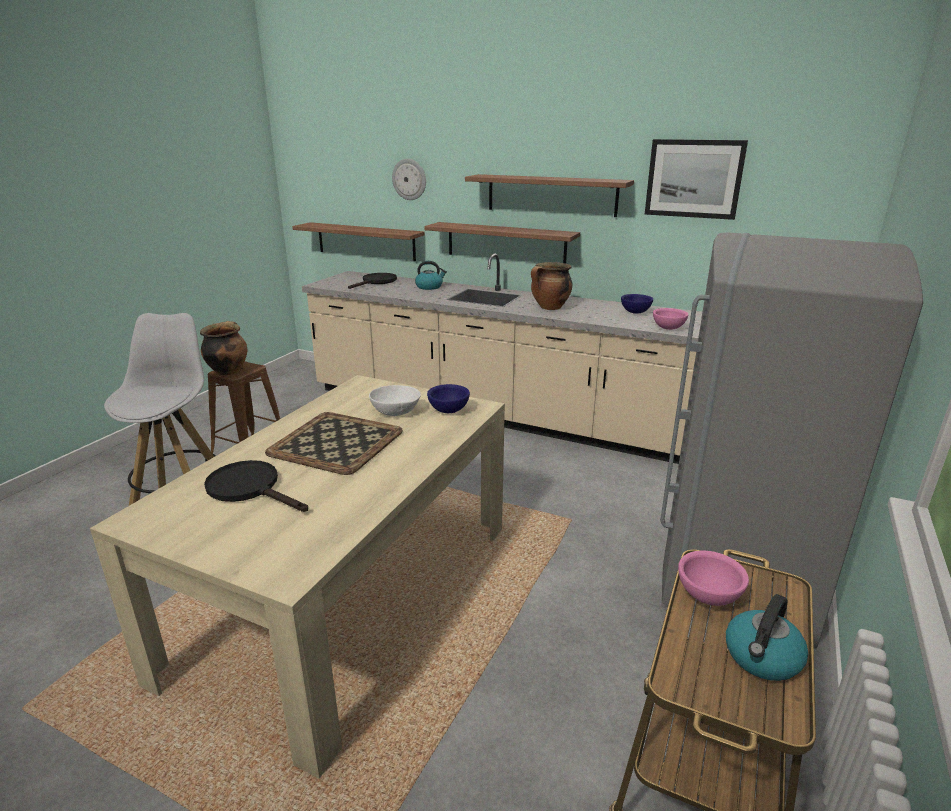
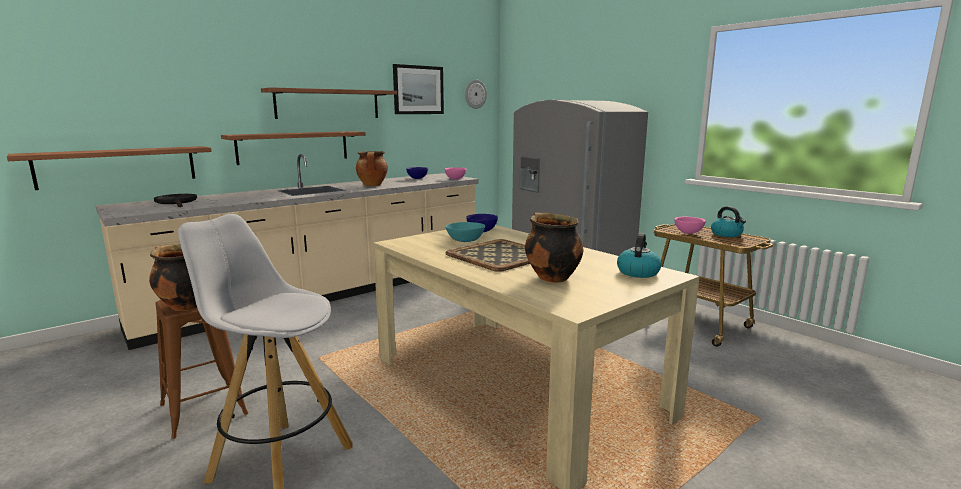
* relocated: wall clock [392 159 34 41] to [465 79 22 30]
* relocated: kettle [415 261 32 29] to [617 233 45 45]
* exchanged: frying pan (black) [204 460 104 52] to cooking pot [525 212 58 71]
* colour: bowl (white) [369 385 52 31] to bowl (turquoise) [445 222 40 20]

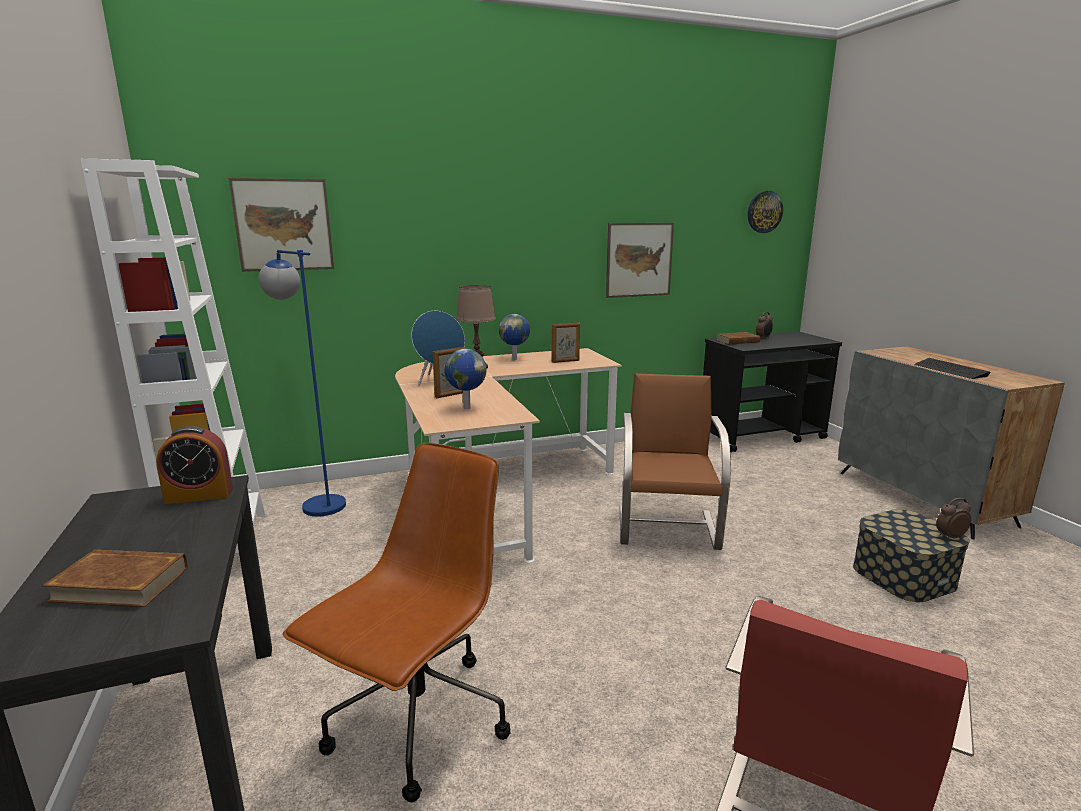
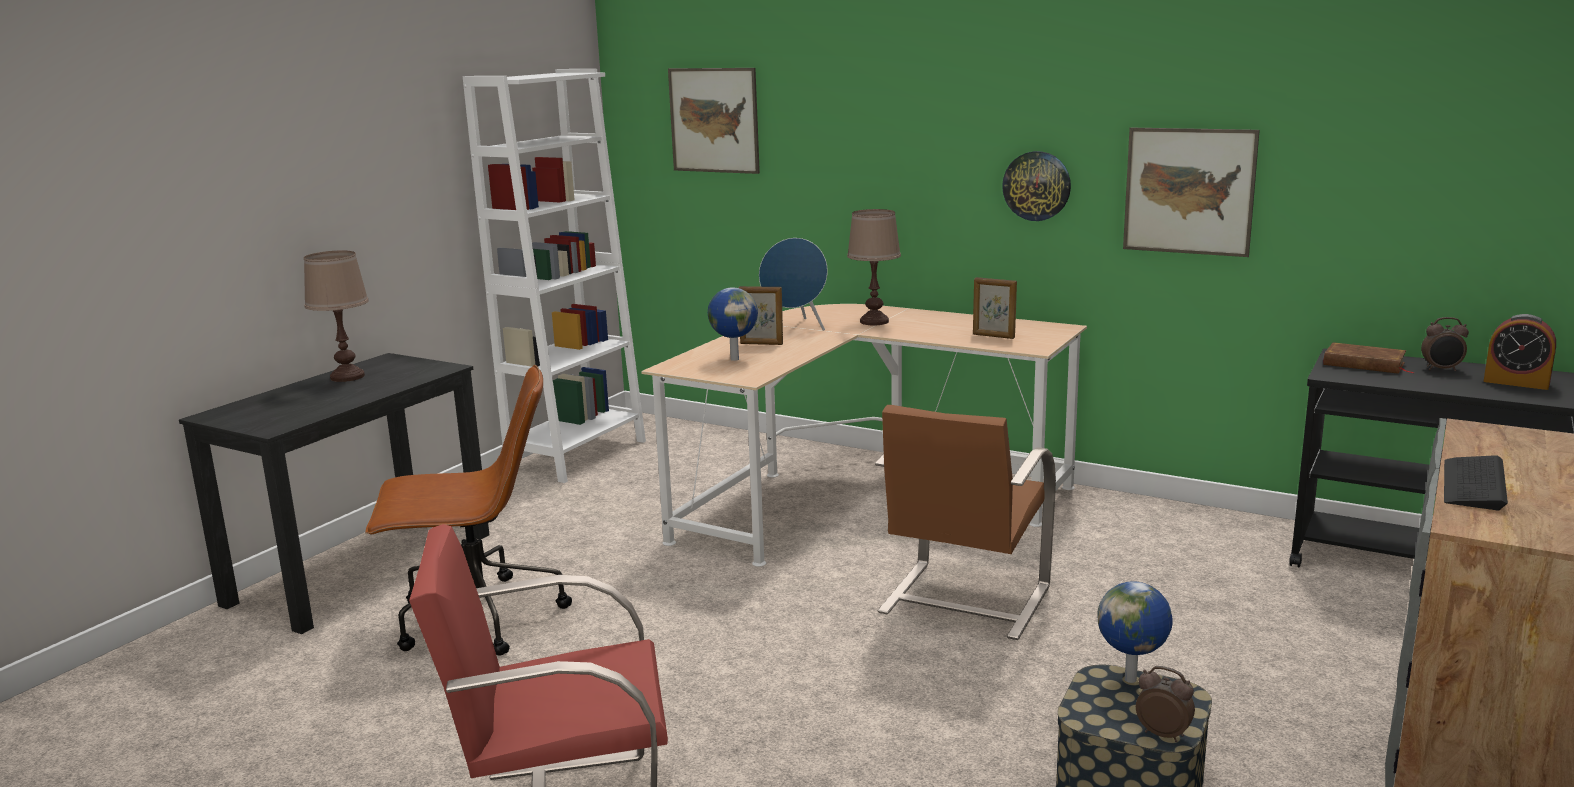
* missing: book (brown) [42 550 146 57]
* missing: floor lamp (blue) [259 250 87 267]
* appeared: table lamp (brown) [304 251 65 131]
* relocated: alarm clock [156 426 77 78] to [1484 314 72 76]
* relocated: globe [499 314 31 46] to [1097 581 76 102]
* relocated: wall clock [748 191 35 42] to [1002 151 69 70]
* spun: chair (brown) [620 373 111 177] = [875 405 181 235] 150 degrees clockwise

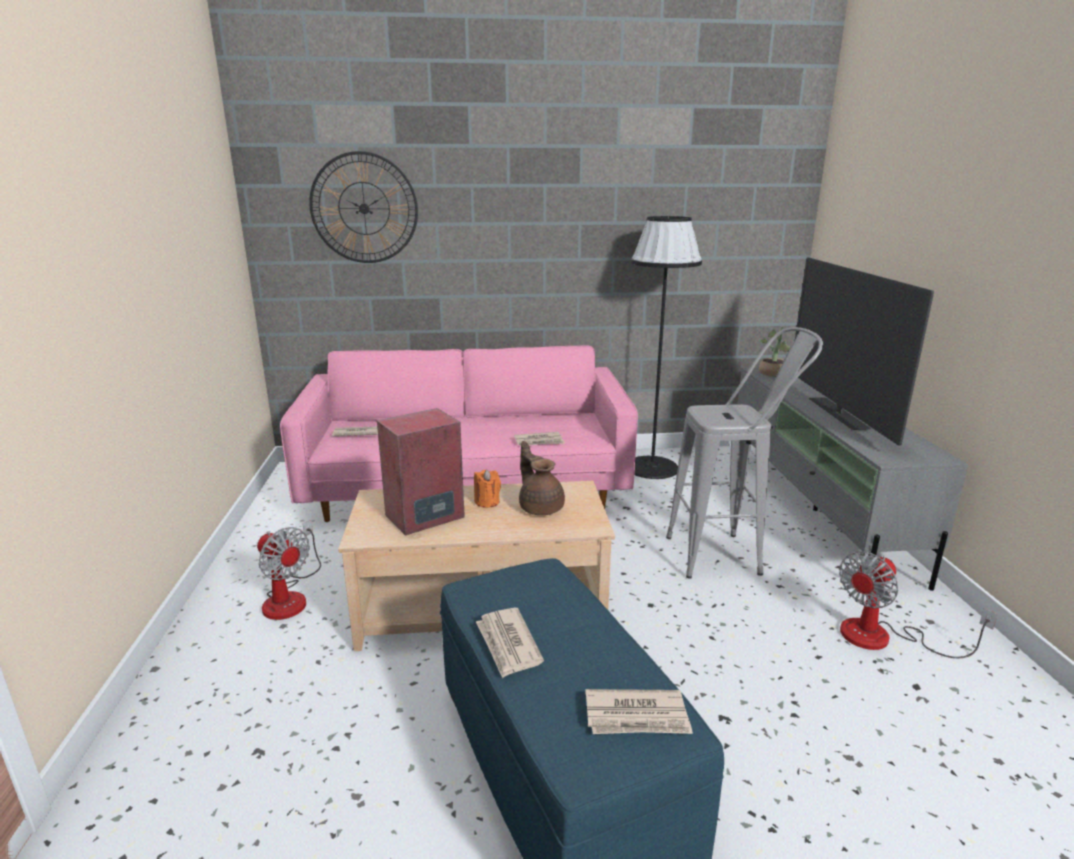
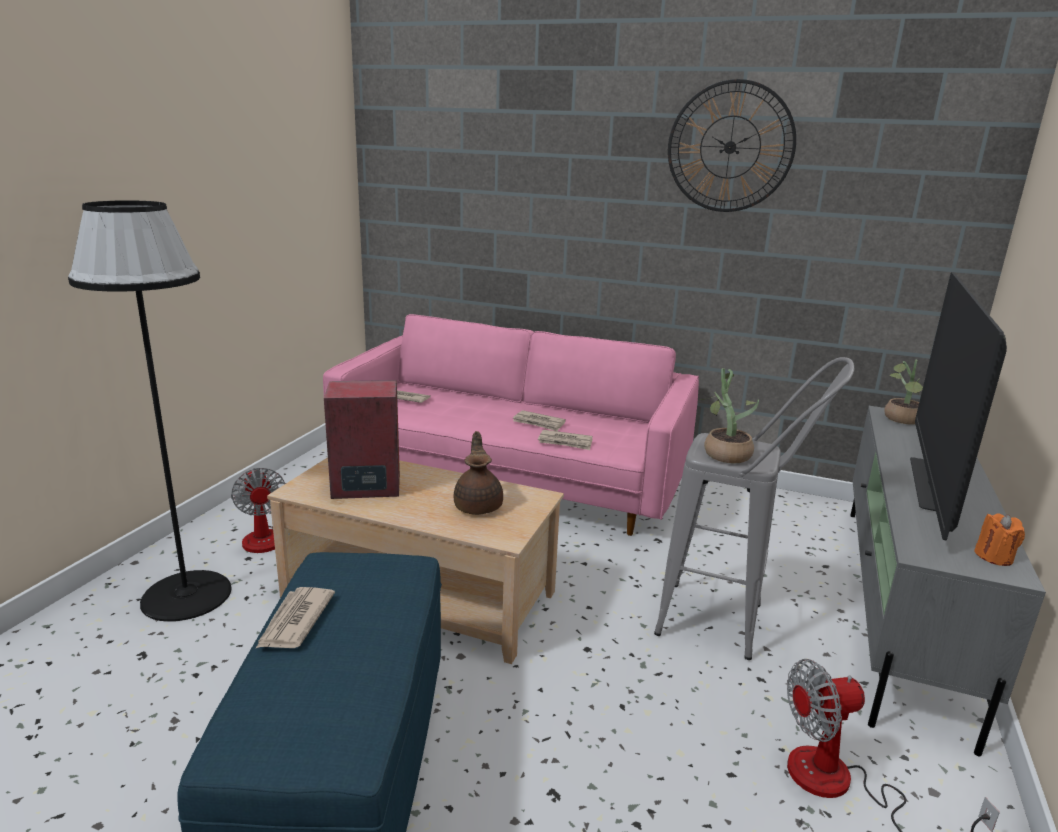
* appeared: potted plant [698 368 61 95]
* relocated: wall clock [309 151 109 112] to [668 79 128 133]
* relocated: candle (orange) [474 470 27 38] to [974 514 51 52]
* relocated: newspaper [585 689 108 45] to [513 410 53 21]
* relocated: floor lamp (black) [631 216 71 263] to [68 200 163 422]

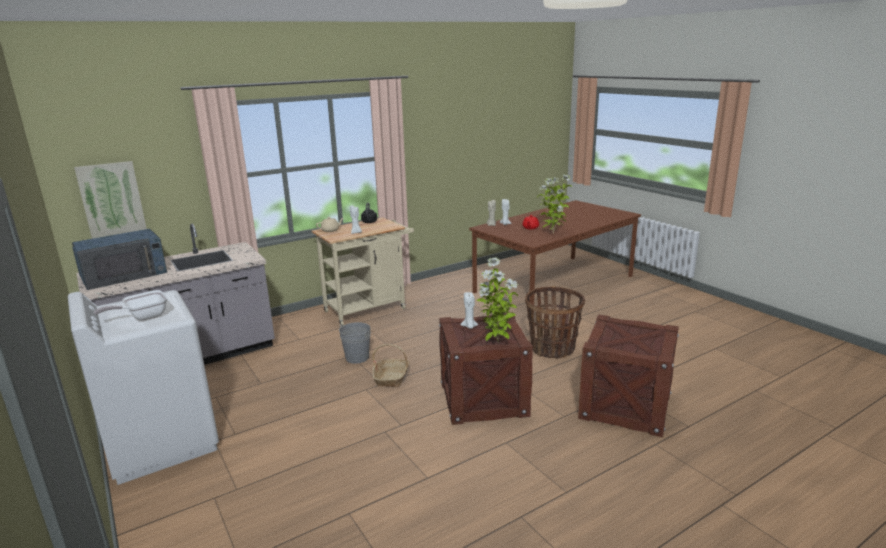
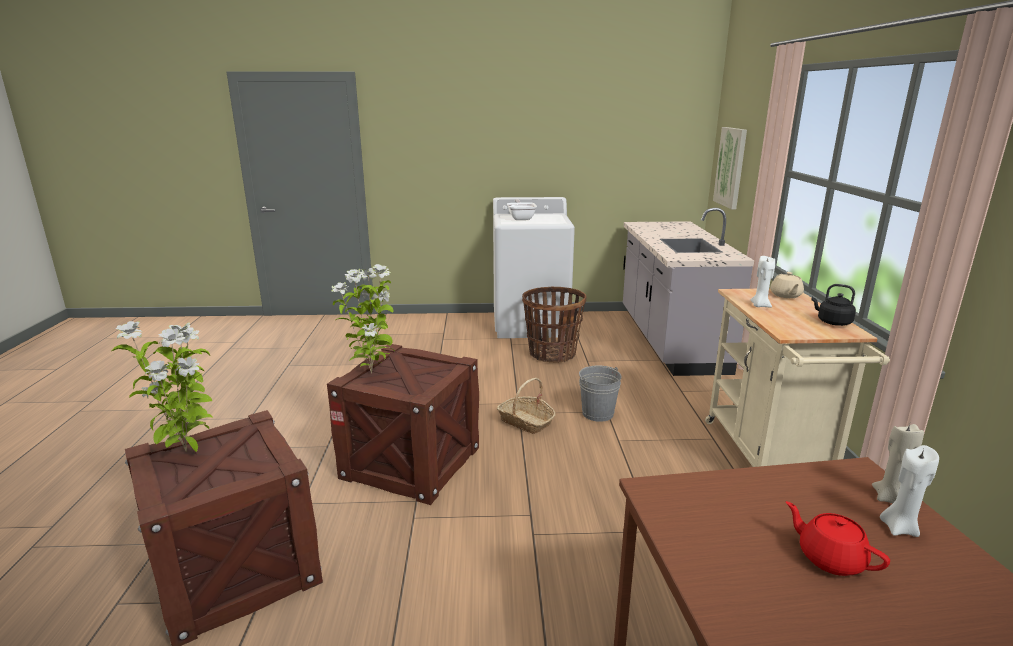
* missing: microwave (blue) [72 229 95 61]
* missing: candle (white) [461 292 17 37]
* relocated: basket [525 287 60 72] to [522 286 65 77]
* relocated: potted plant [537 174 35 60] to [112 321 101 131]

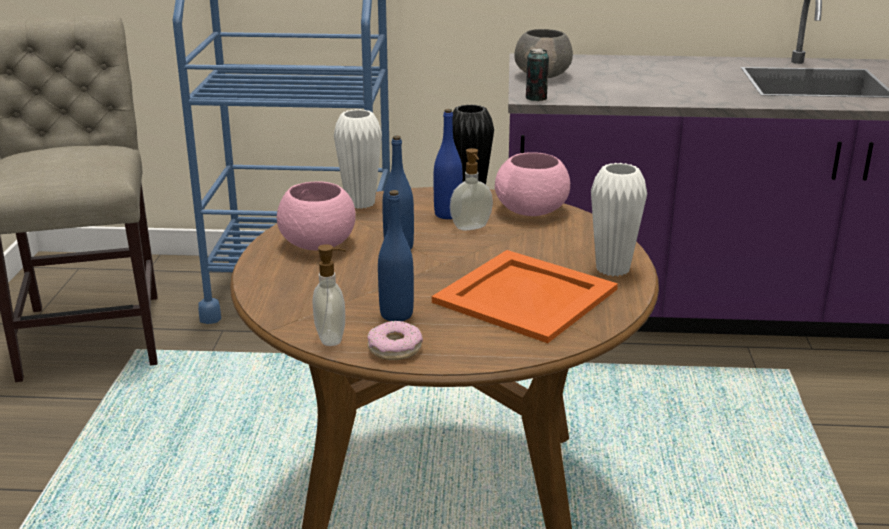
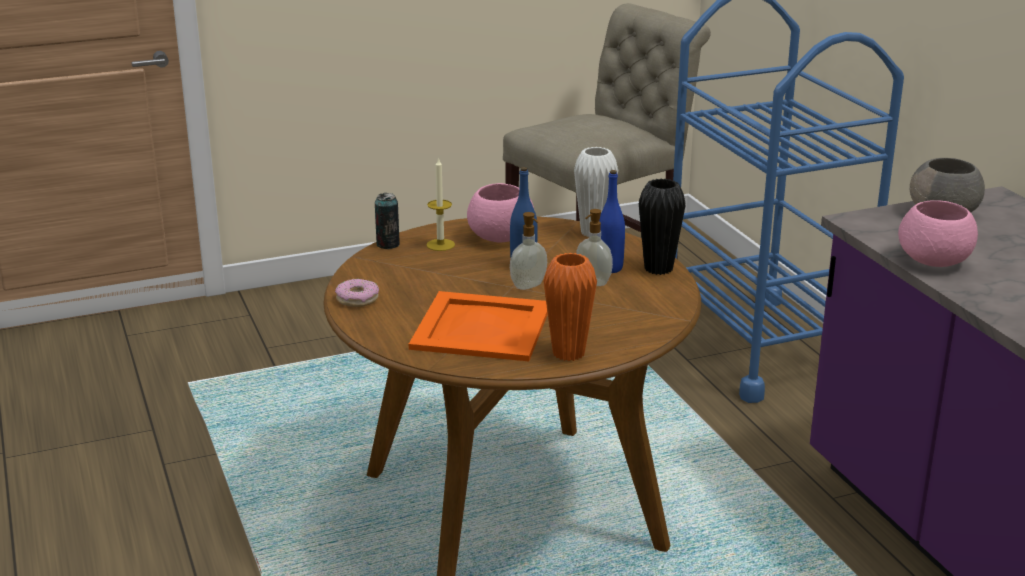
* missing: bottle (blue) [378 190 36 131]
* appeared: candle [426 157 29 94]
* relocated: soap dispenser [312 244 34 102] to [510 212 37 78]
* relocated: bowl (pink) [495 152 75 64] to [898 200 80 67]
* relocated: can [526 48 23 53] to [375 193 25 56]
* colour: vase (white) [591 163 56 113] to vase (orange) [544 253 53 108]

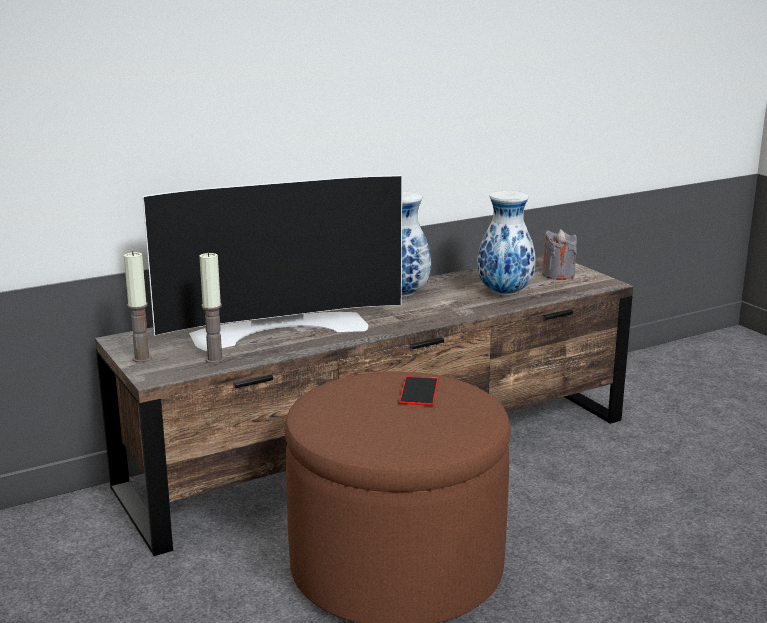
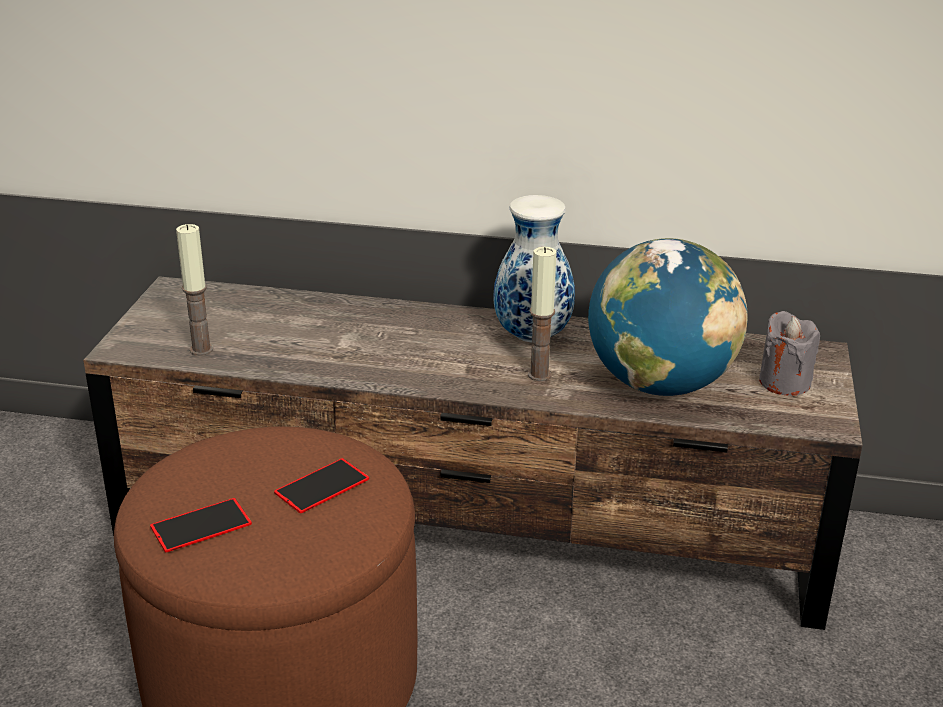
* missing: television [143 175 259 176]
* appeared: phone [150 498 102 54]
* relocated: candle [124 251 28 112] to [528 247 28 134]
* exchanged: vase [477 191 59 104] to globe [588 238 160 158]

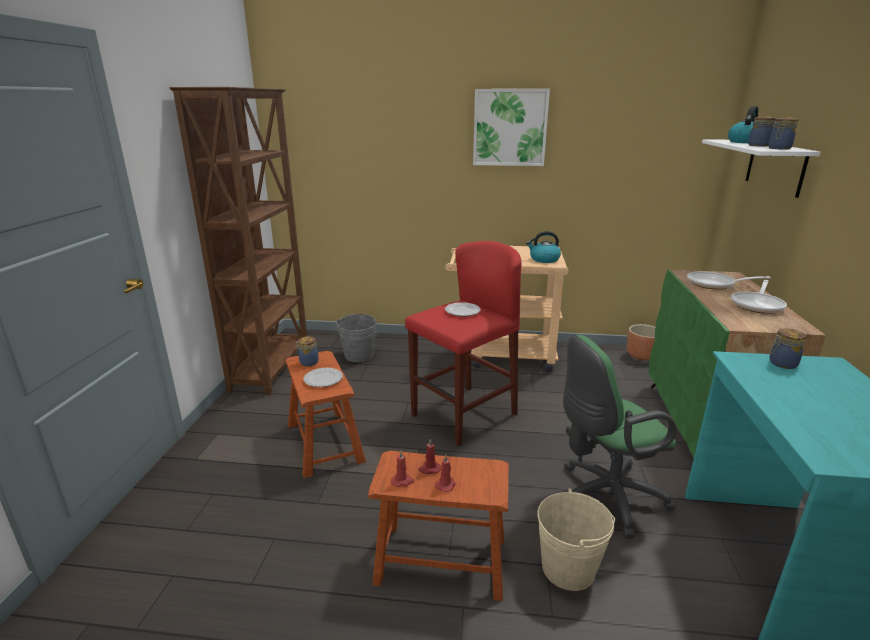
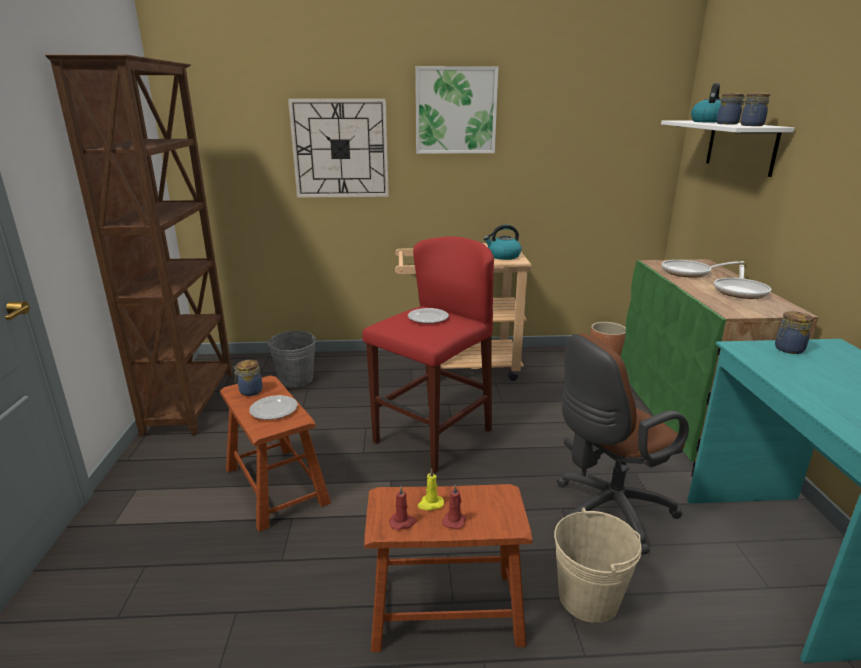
* appeared: wall clock [288 99 101 99]
* colour: candle (red) [418 439 23 35] to candle (yellow) [418 468 26 42]
* colour: office chair (green) [563 335 113 204] to office chair (brown) [556 333 133 222]

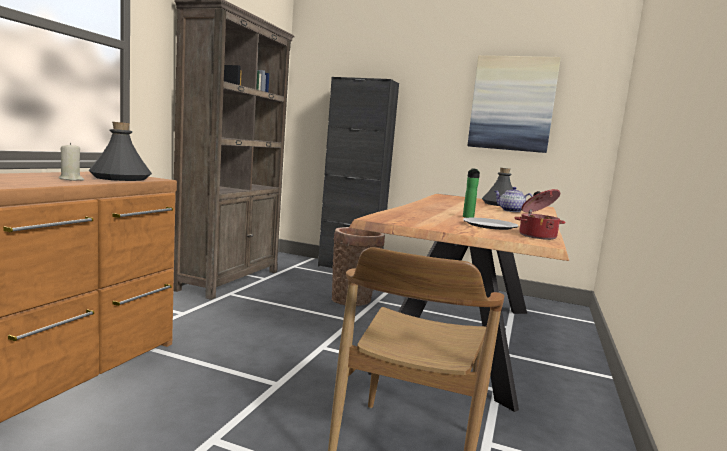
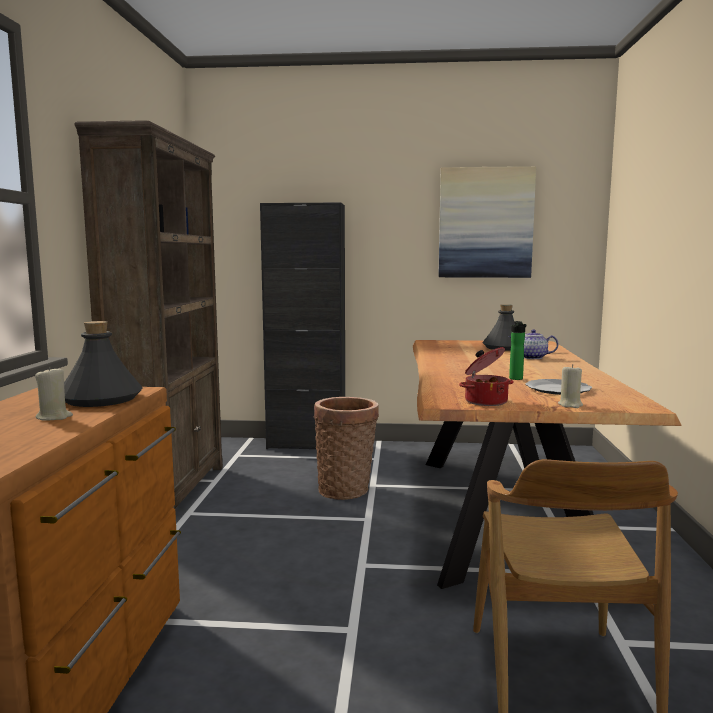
* appeared: candle (beige) [558 364 25 44]
* relocated: cooking pot [514 189 51 51] to [459 347 55 59]

